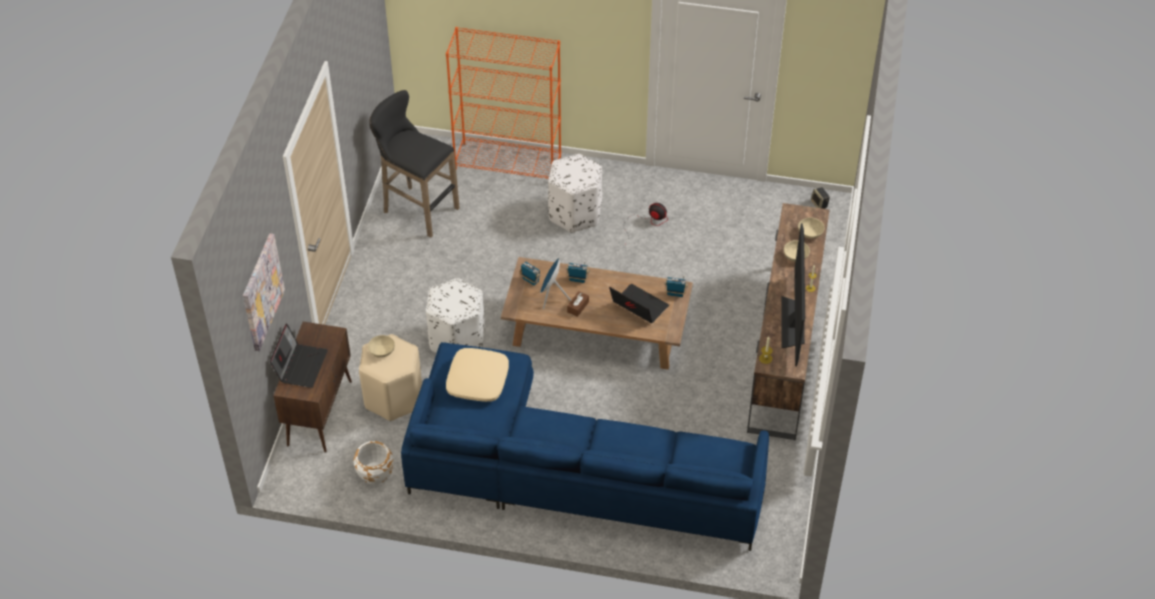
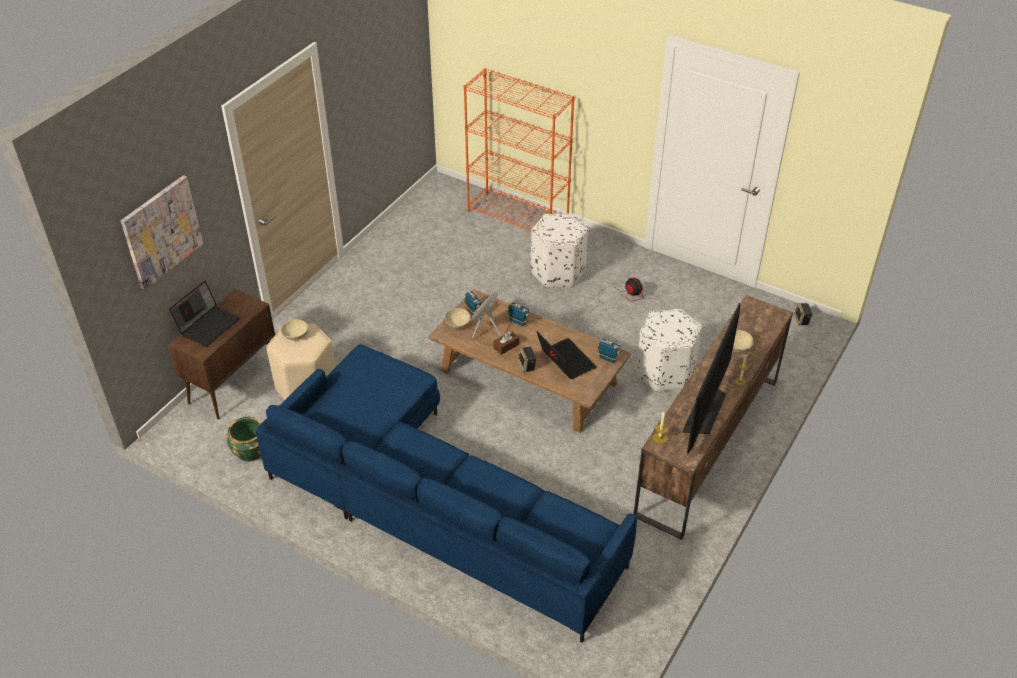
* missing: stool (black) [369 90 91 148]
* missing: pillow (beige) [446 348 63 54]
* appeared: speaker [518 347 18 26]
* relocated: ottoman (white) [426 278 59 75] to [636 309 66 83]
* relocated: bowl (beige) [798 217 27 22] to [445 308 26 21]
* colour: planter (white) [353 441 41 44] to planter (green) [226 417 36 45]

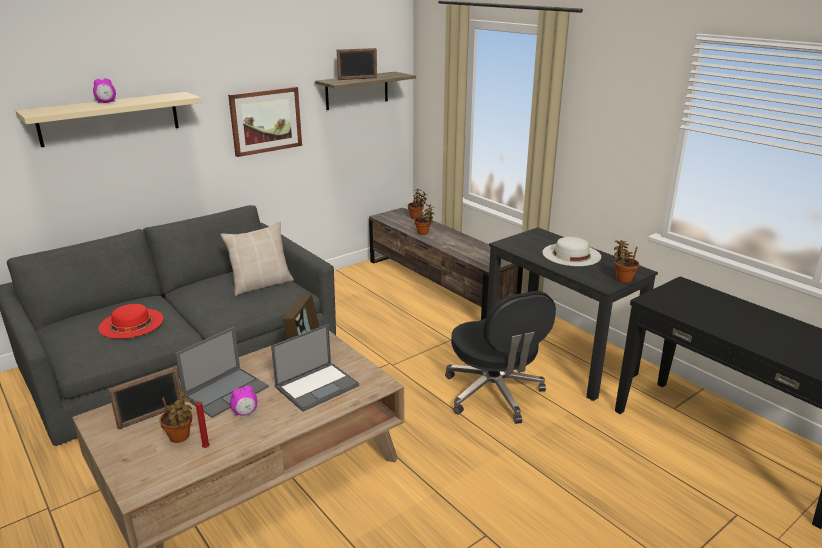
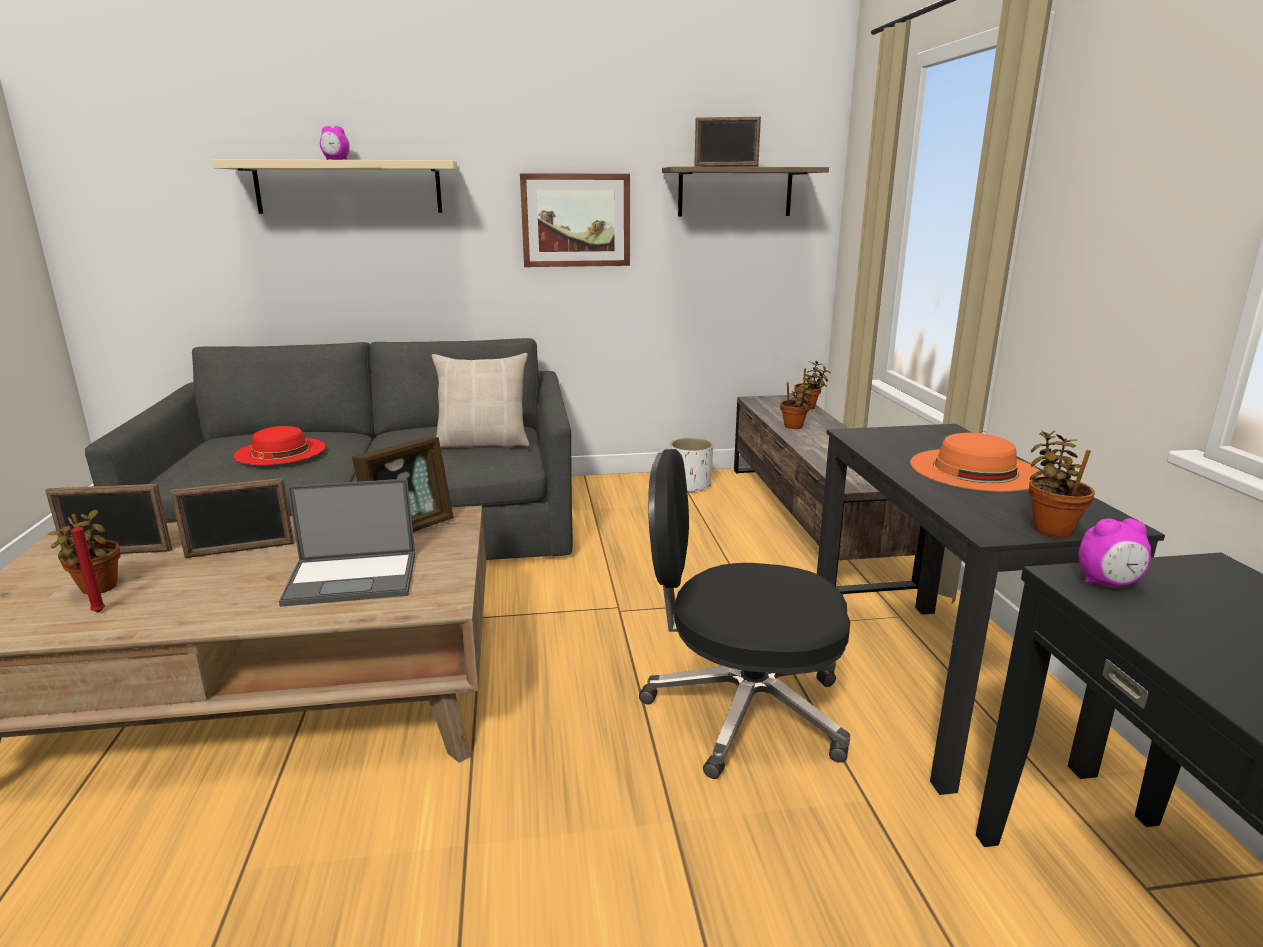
* appeared: planter (white) [670 438 43 55]
* relocated: alarm clock [230 385 28 31] to [1079 518 72 69]
* exchanged: laptop [175 327 94 91] to picture frame [170 478 124 80]
* colour: hat (white) [542 237 59 29] to hat (orange) [910 433 134 59]
* spun: office chair (black) [445 291 111 133] = [639 449 211 330] 90 degrees clockwise

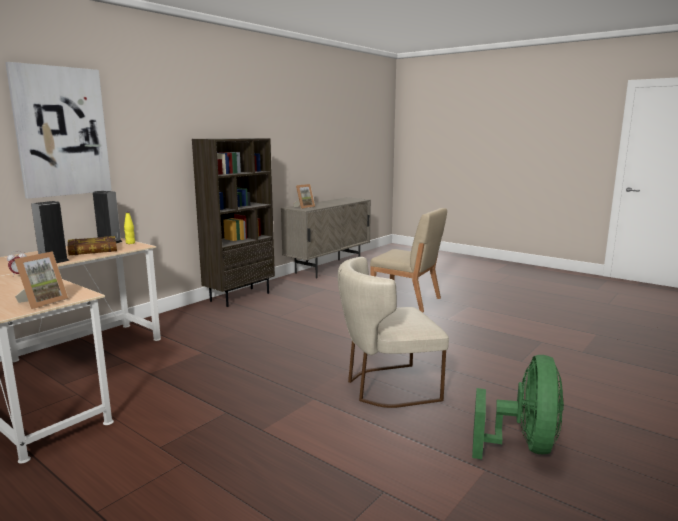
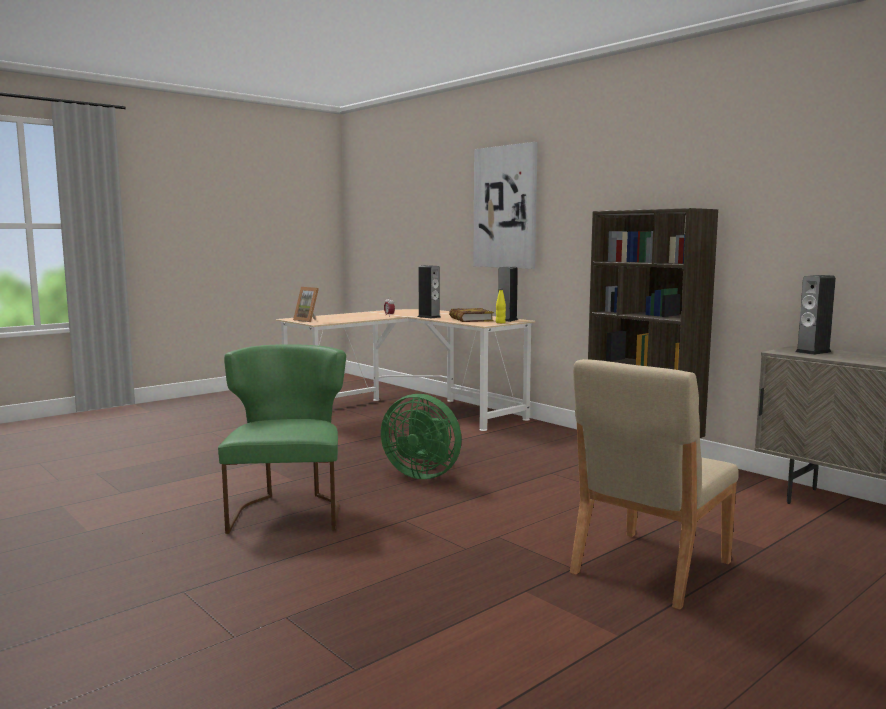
* relocated: fan (green) [472 355 92 104] to [381 394 81 85]
* exchanged: picture frame [294 184 21 25] to speaker [795 275 41 80]
* colour: chair (beige) [338 257 111 151] to chair (green) [218 344 128 190]

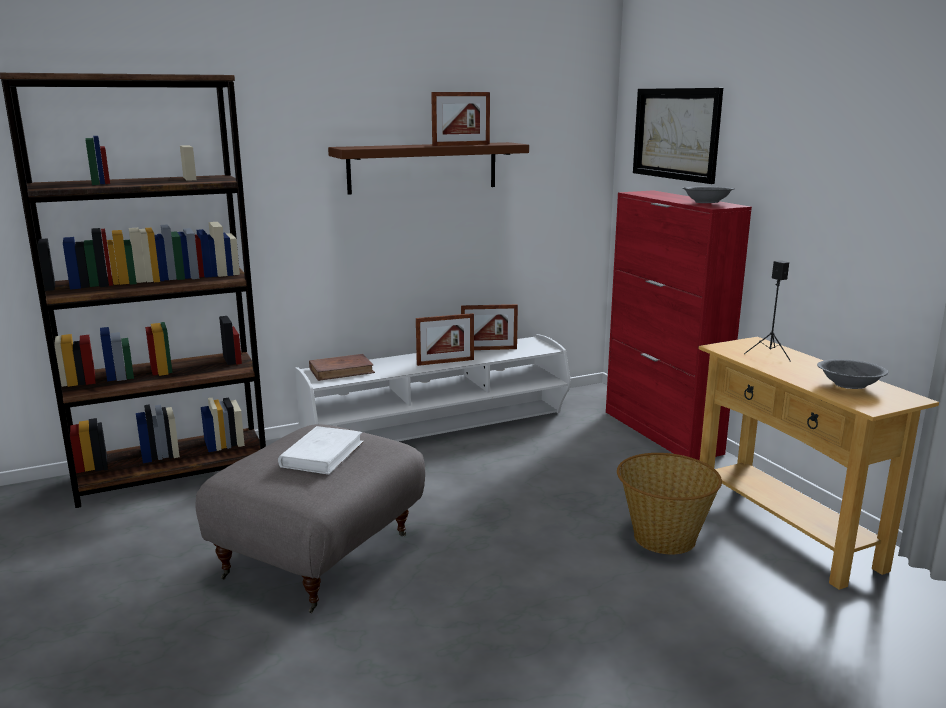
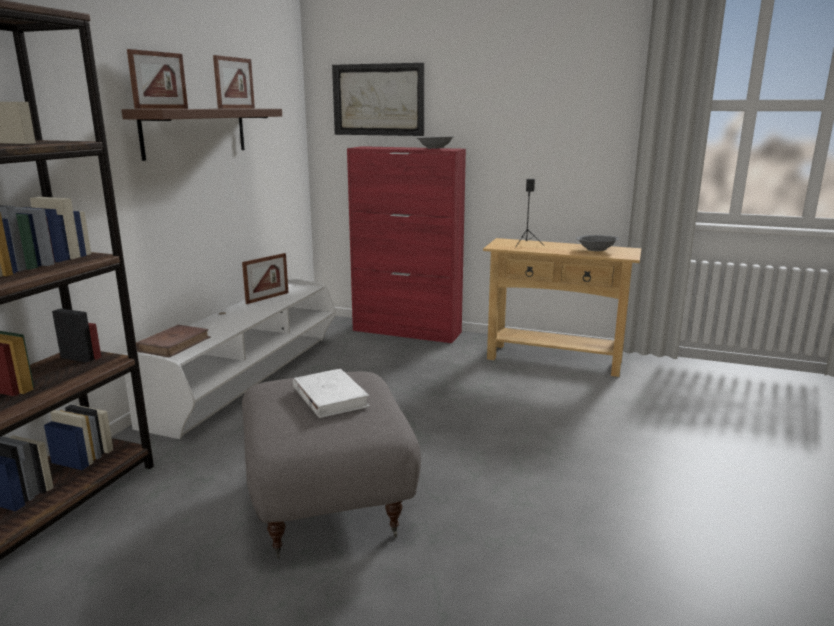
* missing: basket [617 453 105 102]
* relocated: picture frame [416 313 58 53] to [127 49 61 60]

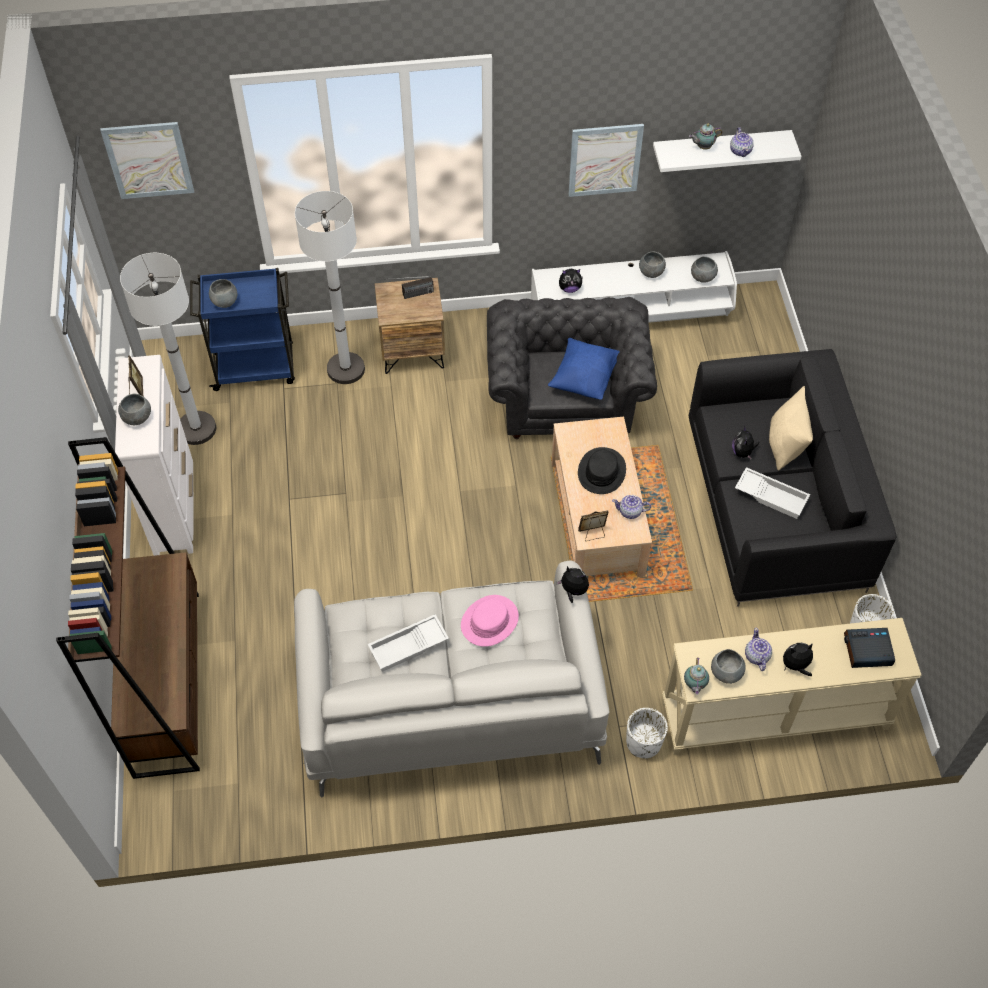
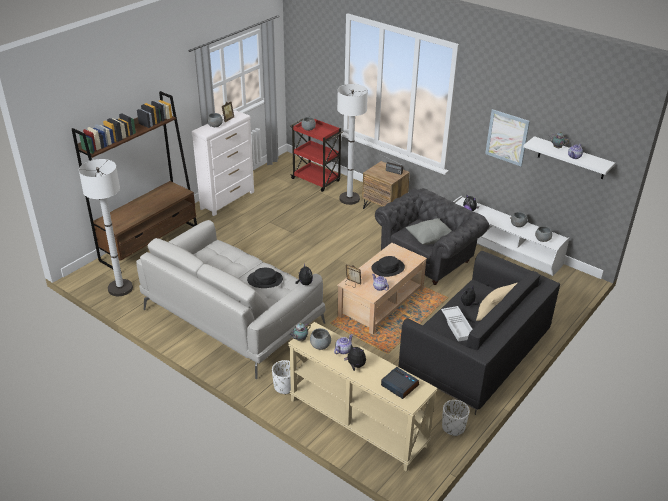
* missing: picture [100 122 94 77]
* missing: tray (white) [368 614 81 58]
* relocated: floor lamp (white) [120 253 96 192] to [79 159 54 137]
* colour: cart (blue) [190 268 105 123] to cart (red) [290 118 53 74]
* colour: hat (pink) [461 595 58 52] to hat (black) [247 268 36 20]
* colour: pillow (blue) [548 338 71 62] to pillow (grey) [406 218 46 27]

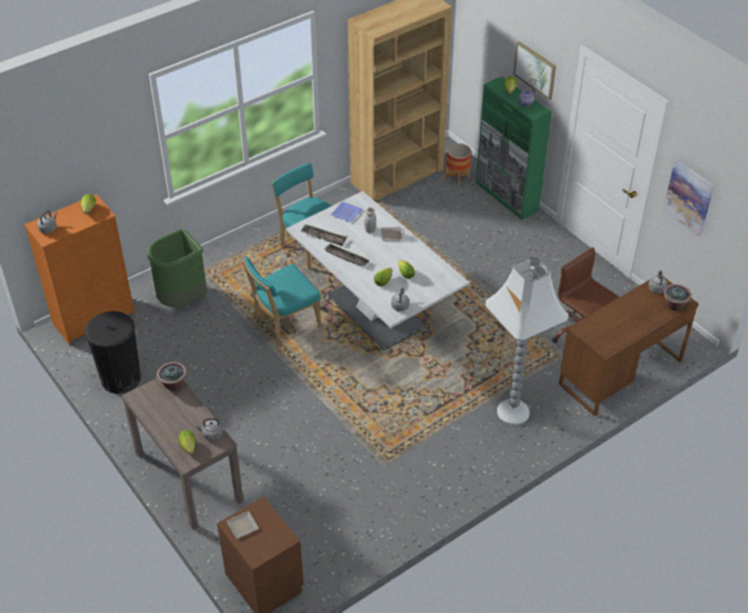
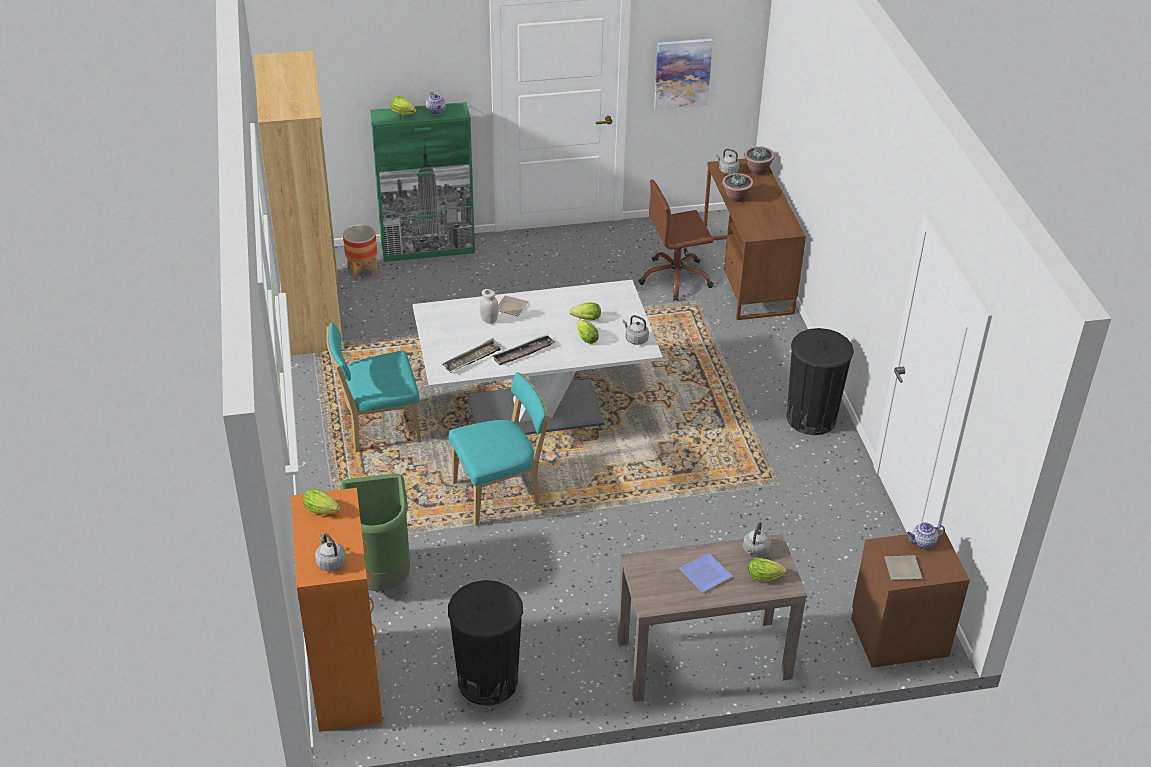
* missing: floor lamp (white) [485 256 84 169]
* missing: picture [513 41 43 59]
* appeared: trash can (black) [786 328 68 107]
* appeared: teapot [907 522 38 27]
* relocated: potted plant [157 362 30 29] to [722 173 32 29]
* relocated: plate [331 202 31 20] to [679 553 54 39]
* spun: chair (turquoise) [242 256 79 91] = [449 372 101 154] 105 degrees counterclockwise

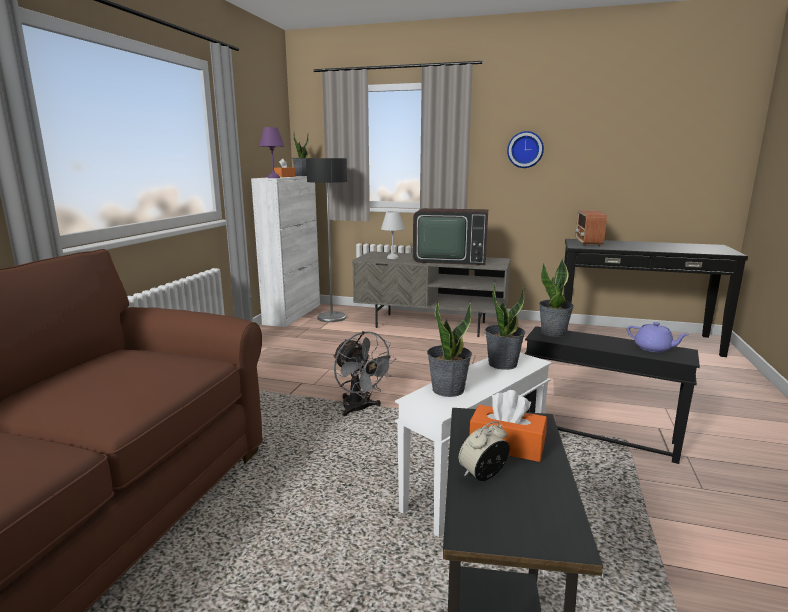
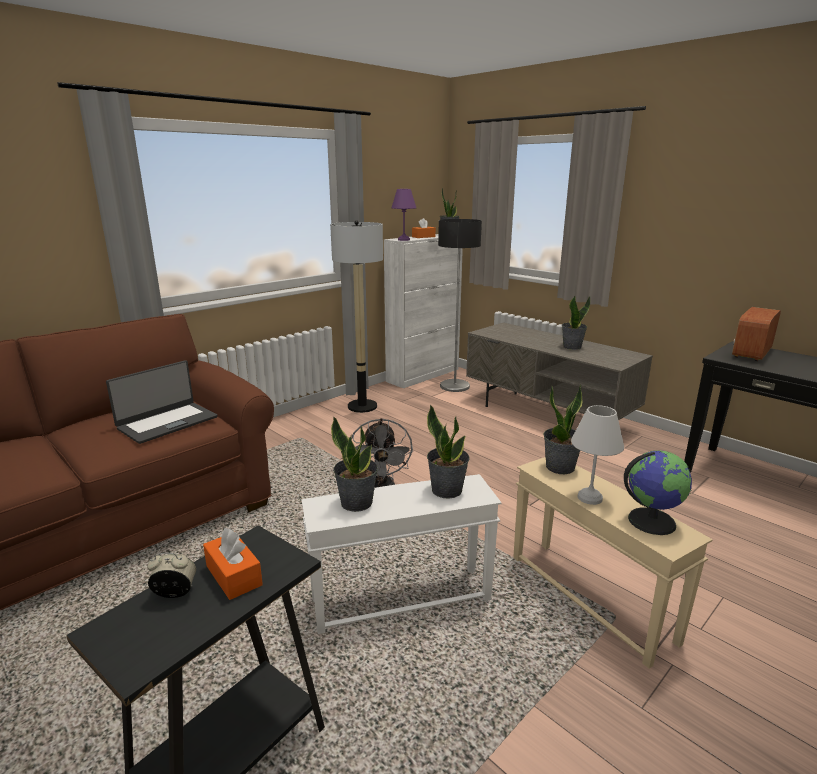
* missing: wall clock [507 131 37 37]
* appeared: laptop [106 360 112 84]
* appeared: floor lamp [330 220 53 193]
* relocated: table lamp (white) [381 211 24 48] to [571 405 53 100]
* exchanged: television [413 208 75 57] to potted plant [562 296 28 54]
* exchanged: teapot (purple) [627 322 63 30] to globe [624 450 68 85]
* colour: side table (black) [524 326 176 138] to side table (beige) [513 457 200 212]

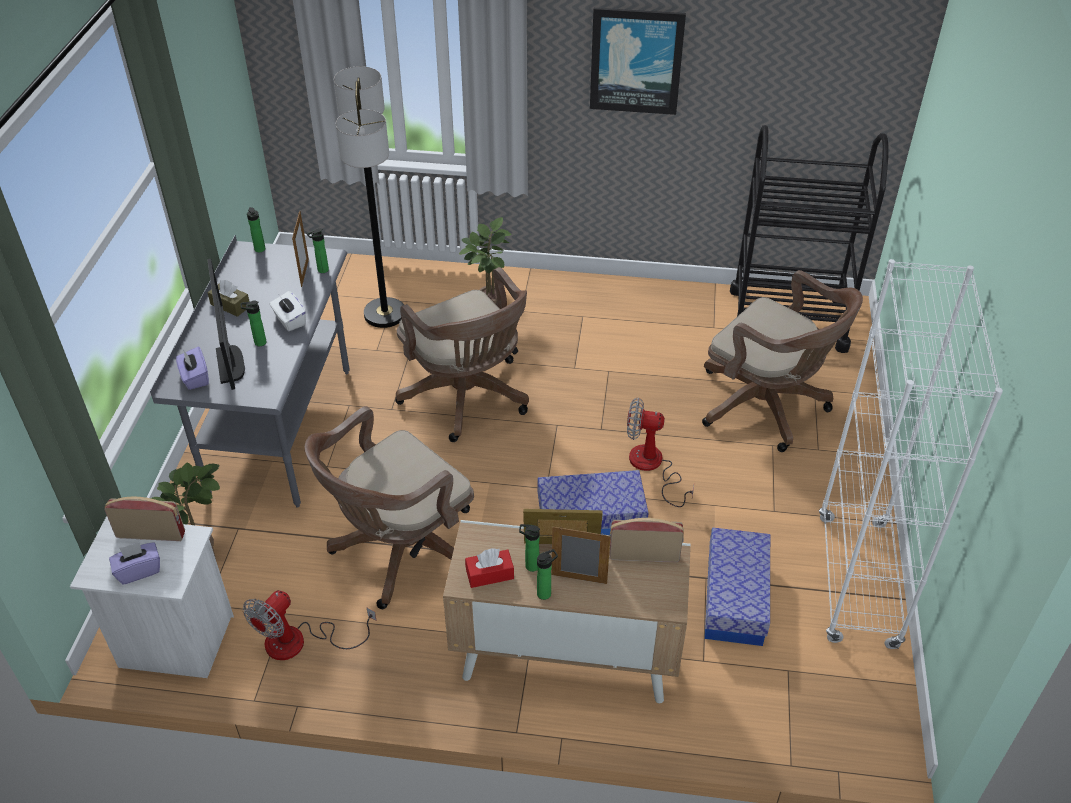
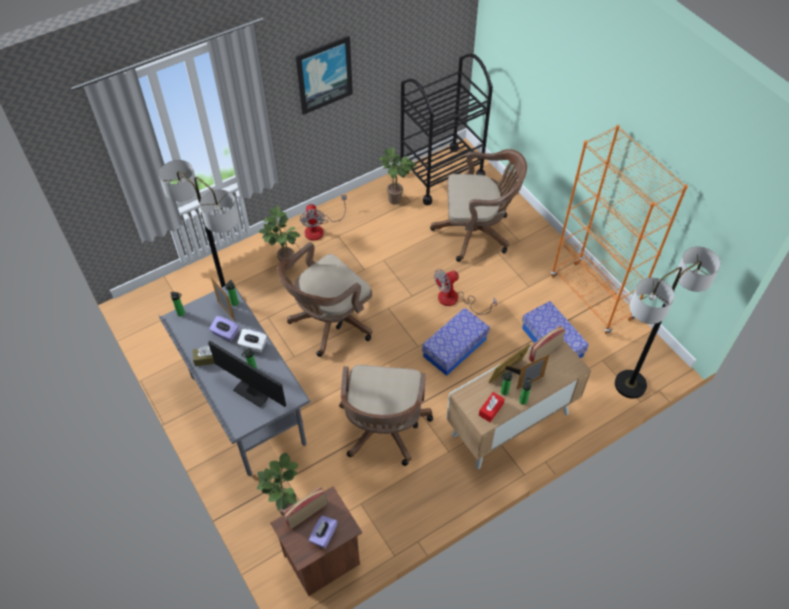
* appeared: potted plant [378 147 39 58]
* appeared: floor lamp [615 246 106 153]
* relocated: tissue box (purple) [176 347 33 43] to [209 316 30 26]
* relocated: fan [243 590 133 70] to [300 195 47 46]
* colour: nightstand (white) [70 516 164 162] to nightstand (brown) [270 486 92 110]
* colour: bookcase (white) [819 259 184 390] to bookcase (orange) [551 125 137 210]
* spun: office chair (brown) [395 267 134 175] = [277 242 96 115] 120 degrees clockwise

